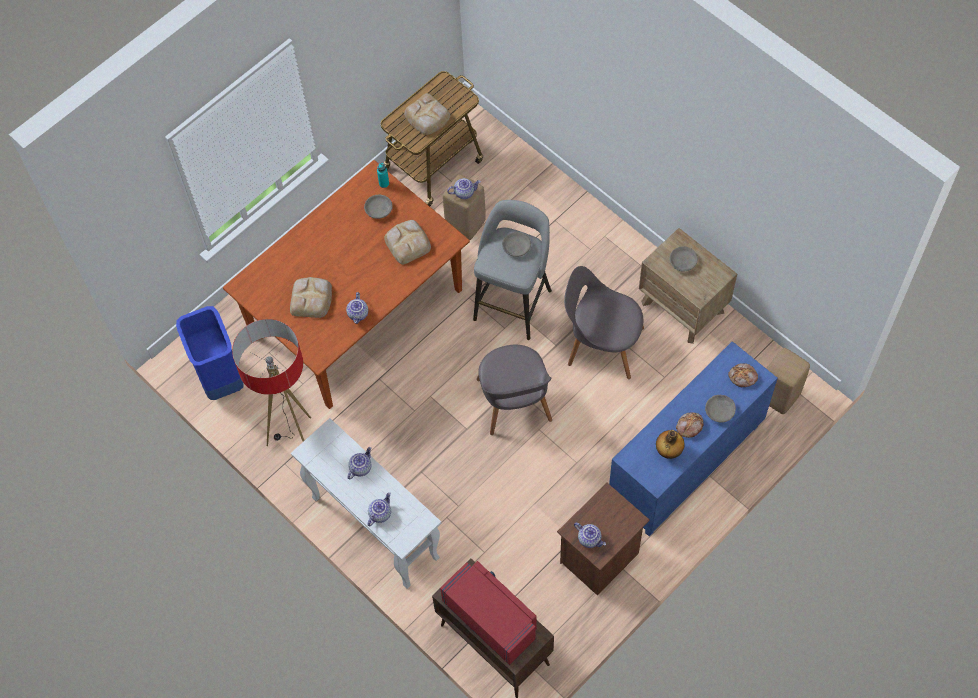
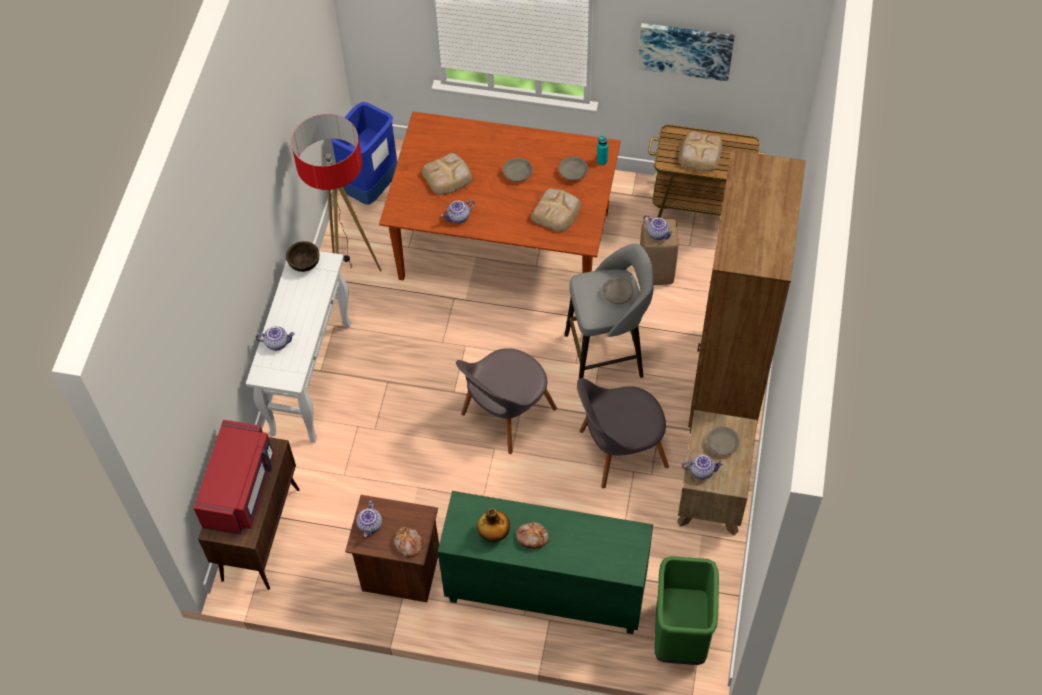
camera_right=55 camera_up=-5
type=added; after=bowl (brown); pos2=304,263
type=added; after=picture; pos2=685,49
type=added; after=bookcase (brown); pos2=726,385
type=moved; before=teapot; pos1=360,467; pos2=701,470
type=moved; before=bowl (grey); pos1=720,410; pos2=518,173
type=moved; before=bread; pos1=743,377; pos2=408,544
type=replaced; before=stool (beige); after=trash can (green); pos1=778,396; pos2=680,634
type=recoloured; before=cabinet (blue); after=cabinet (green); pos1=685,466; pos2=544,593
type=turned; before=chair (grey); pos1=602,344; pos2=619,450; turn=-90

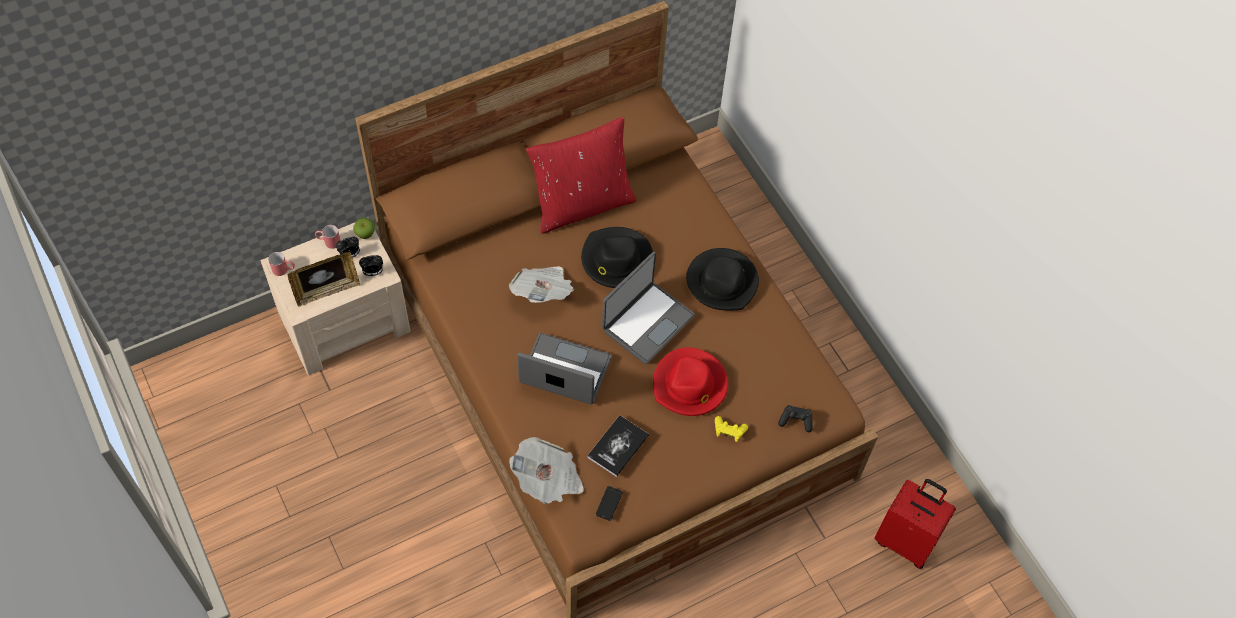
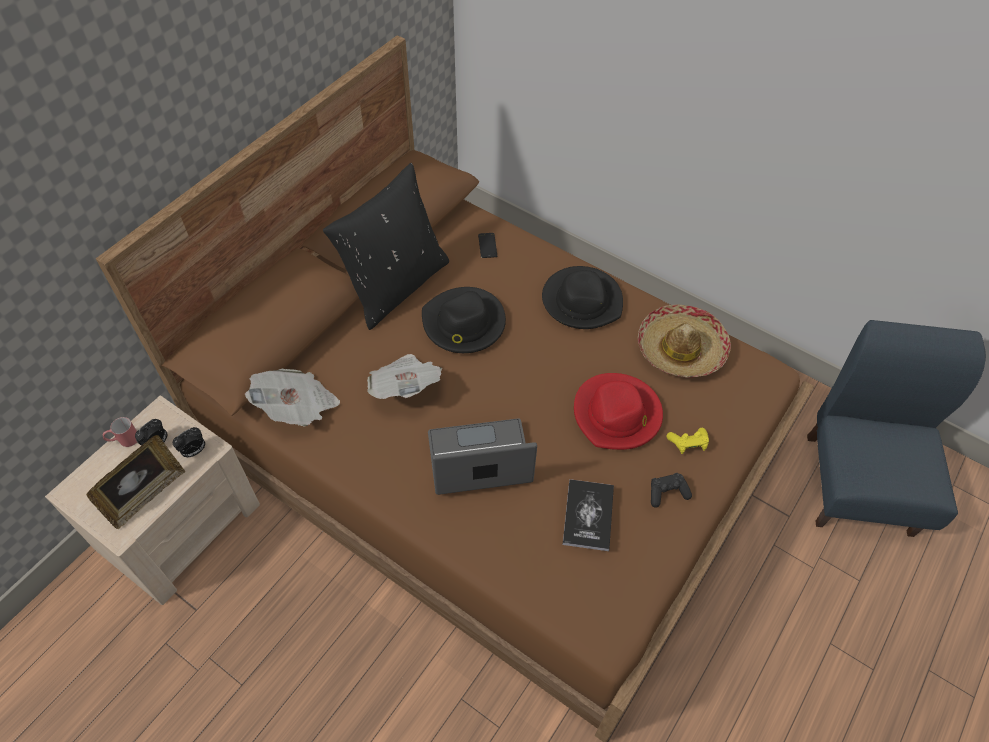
camera_right=-25 camera_up=-5
type=removed; before=mug (red); pos1=284,270
type=removed; before=apple; pos1=365,234
type=removed; before=laptop; pos1=647,322
type=added; after=hat; pos2=680,349
type=moved; before=newspaper; pos1=548,479; pos2=298,407
type=moved; before=phone; pos1=609,503; pos2=487,245
type=moved; before=game controller (black); pos1=795,421; pos2=667,493
type=replaced; before=suitcase (red); after=chair (blue); pos1=905,541; pos2=859,483
type=recoloured; before=pillow (red); after=pillow (black); pos1=582,204; pos2=396,285

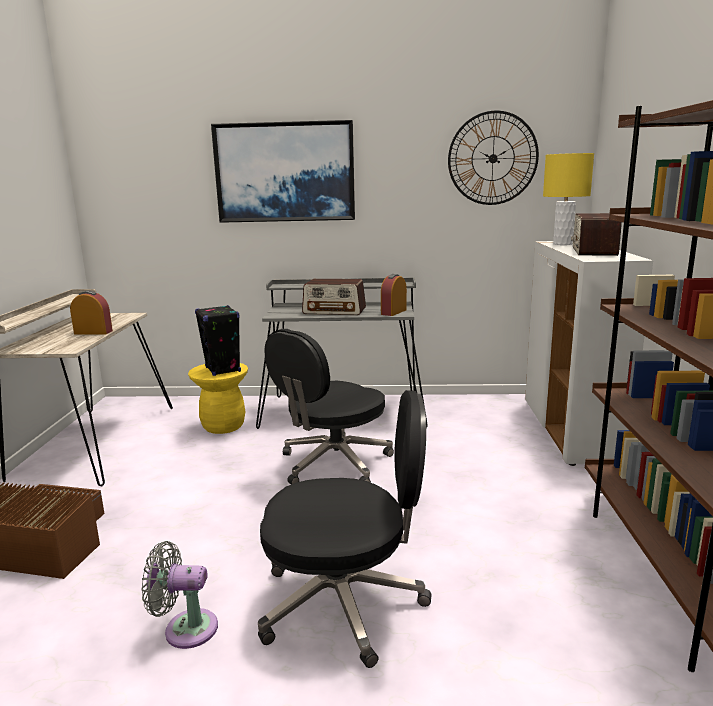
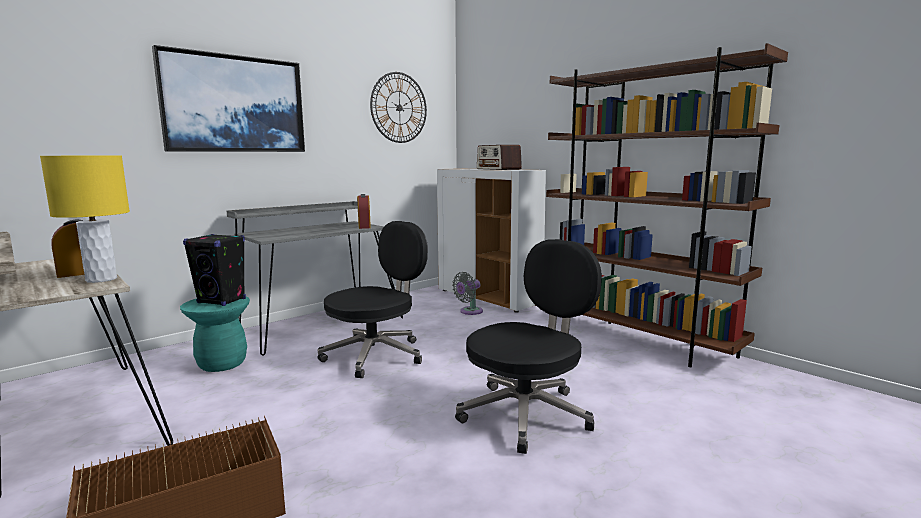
camera_right=-45 camera_up=-5
type=removed; before=radio; pos1=335,311
type=moved; before=fan (grey); pos1=185,629; pos2=469,311
type=moved; before=table lamp (yellow); pos1=562,244; pos2=101,279
type=recoloured; before=stool (yellow); after=stool (turquoise); pos1=223,426; pos2=222,364
type=turned; before=office chair (black); pos1=333,464; pos2=376,355; turn=-135

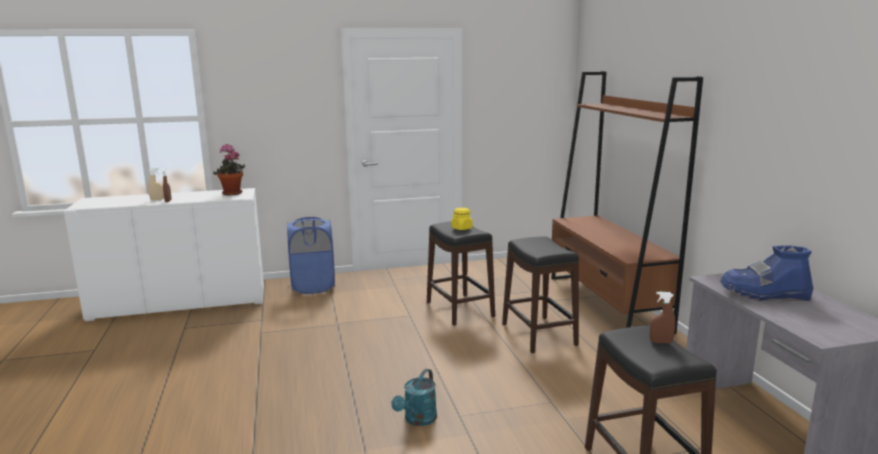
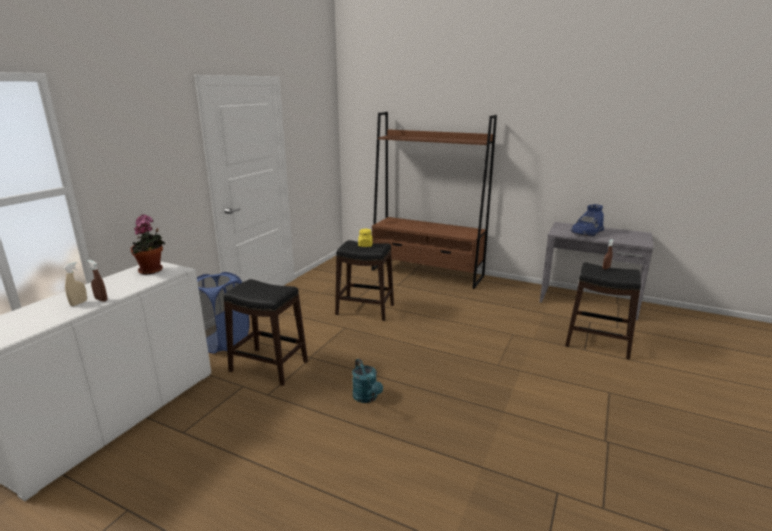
camera_right=-50 camera_up=5
type=moved; before=watering can (turquoise); pos1=417,420; pos2=367,398
type=moved; before=stool (black); pos1=538,334; pos2=268,366

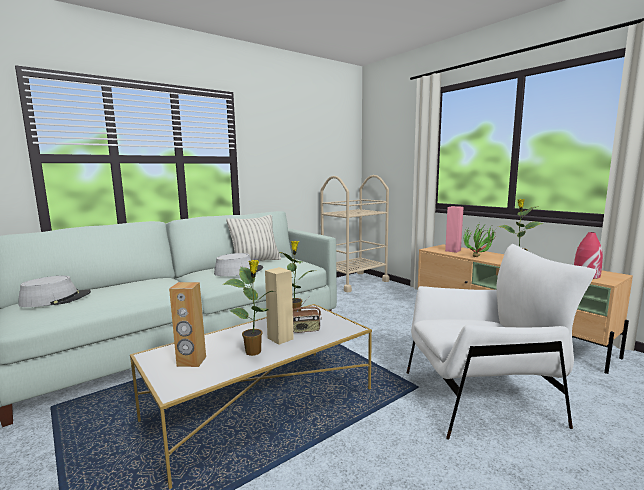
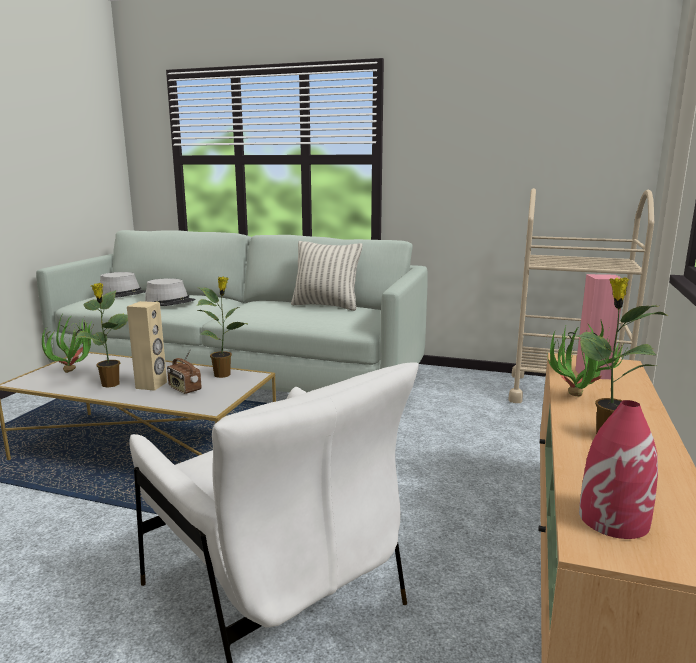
camera_right=55 camera_up=5
type=moved; before=hat (grey); pos1=238,271; pos2=170,301
type=replaced; before=speaker (brown); after=potted plant; pos1=191,361; pos2=76,371

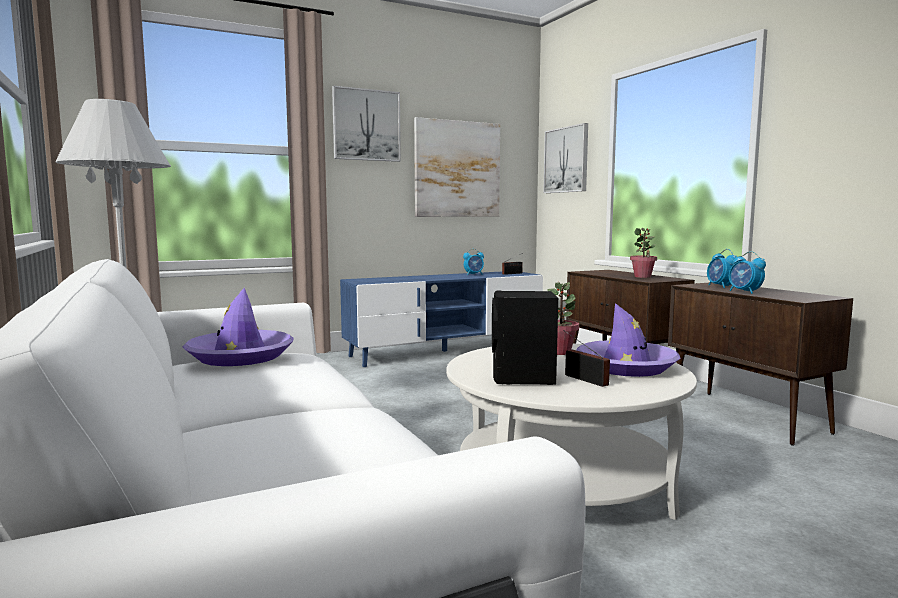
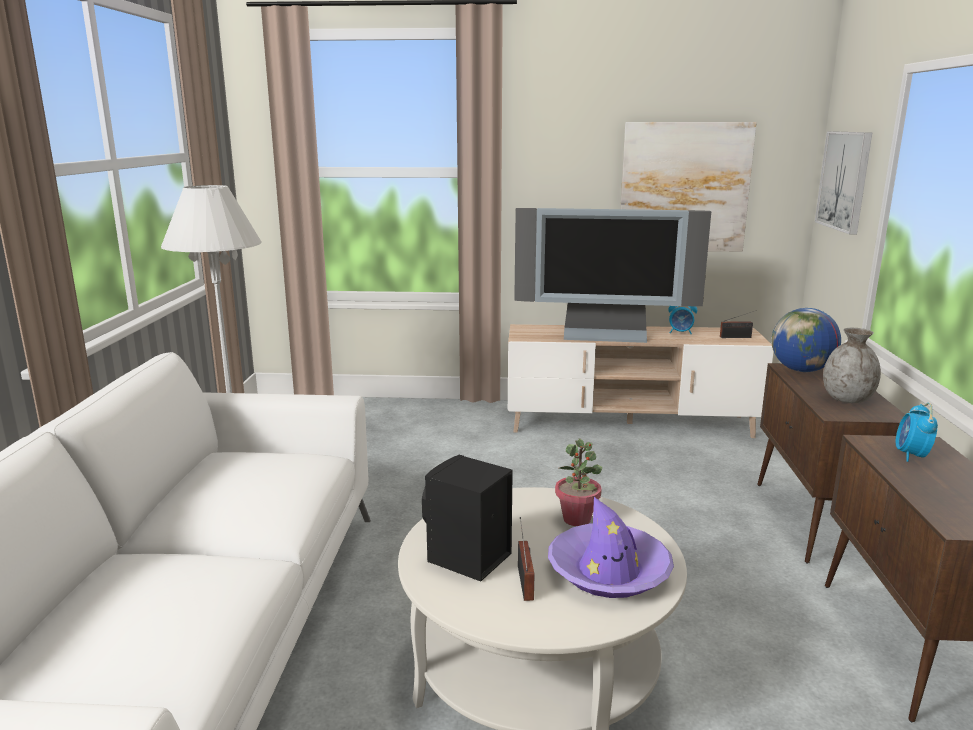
camera_right=30 camera_up=10
type=removed; before=hat (purple); pos1=240,356
type=removed; before=picture; pos1=366,125
type=removed; before=alarm clock; pos1=744,292
type=added; after=television; pos2=605,335
type=added; after=globe; pos2=801,370
type=replaced; before=potted plant; after=vase (grey); pos1=642,277; pos2=847,399
type=recoloured; before=tv stand (blue); after=tv stand (beige); pos1=445,351; pos2=629,424

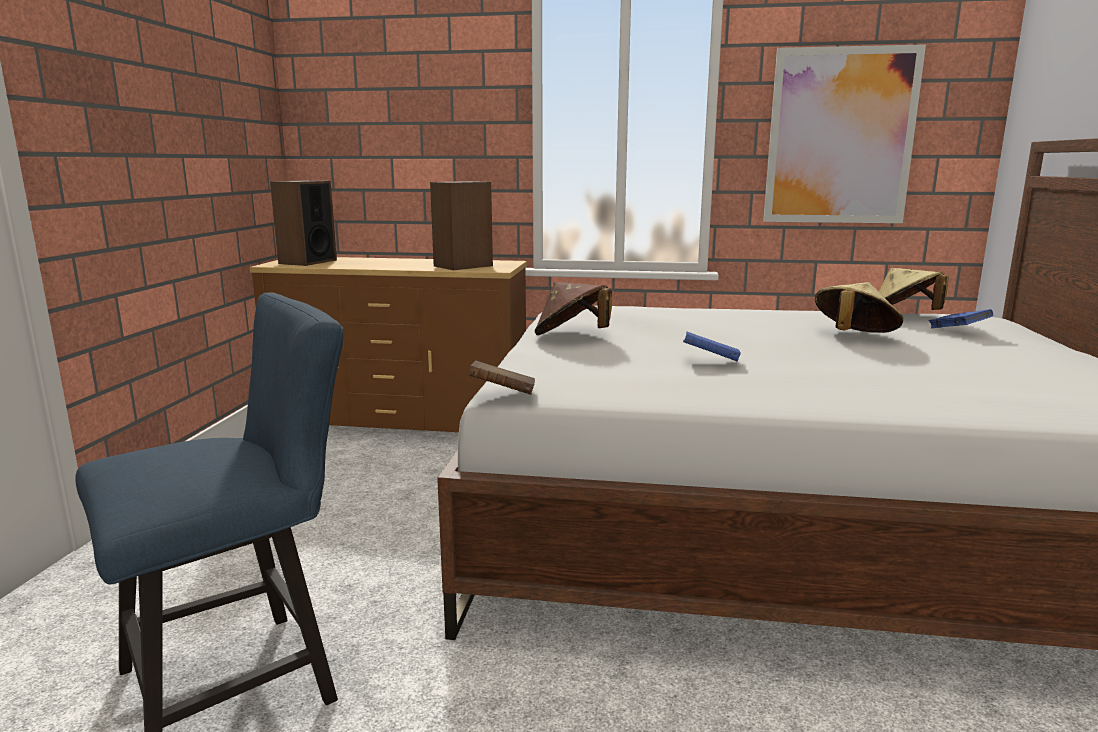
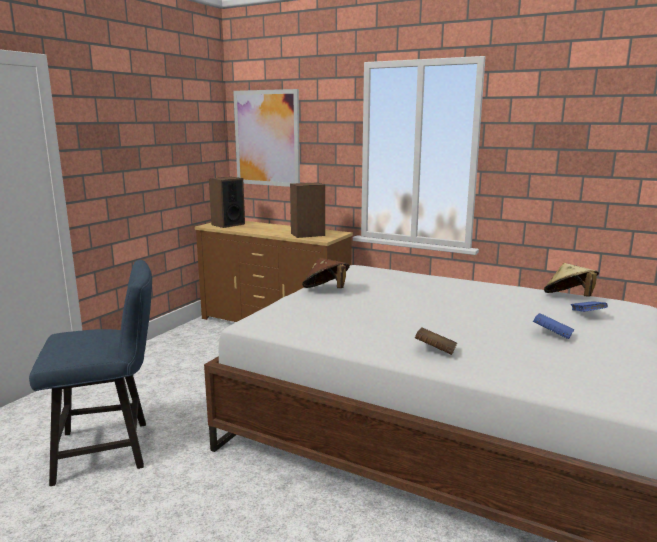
camera_right=20 camera_up=0
type=removed; before=hat (beige); pos1=853,337
type=moved; before=book (brown); pos1=502,395; pos2=435,351
type=moved; before=book (blue); pos1=710,361; pos2=552,335
type=moved; before=picture; pos1=840,137; pos2=267,138

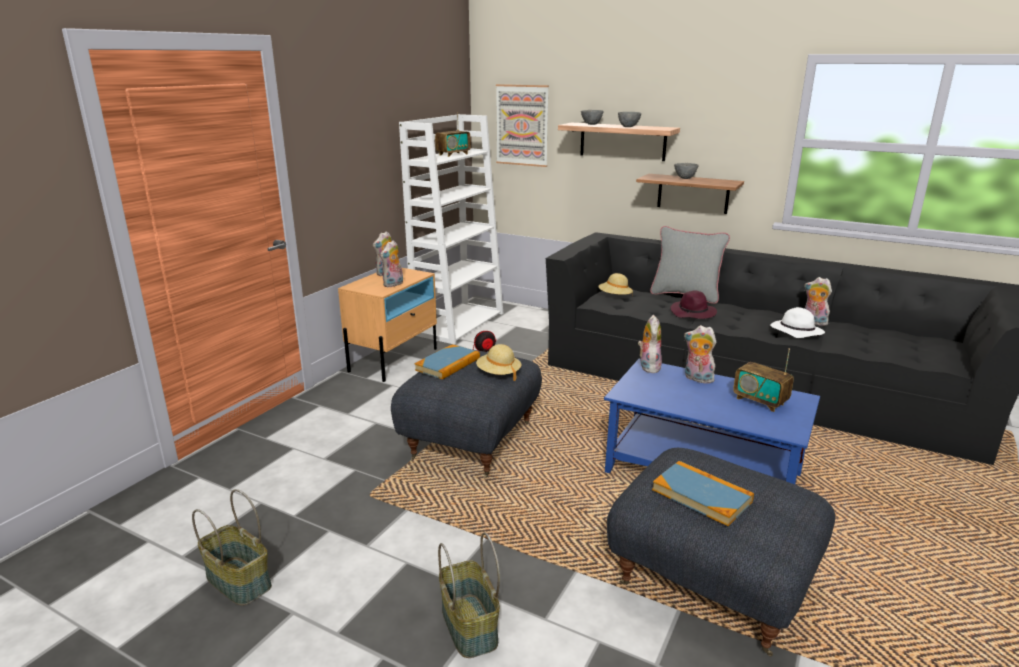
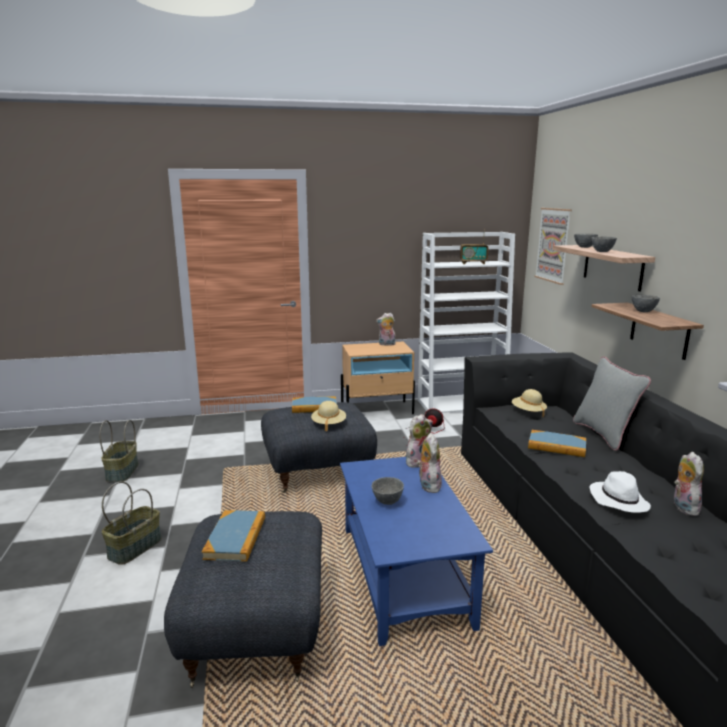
camera_right=50 camera_up=-5
type=removed; before=plush toy; pos1=393,284
type=removed; before=radio; pos1=760,401
type=added; after=bowl (grey); pos2=388,502
type=replaced; before=hat (purple); after=book; pos1=693,313; pos2=556,446

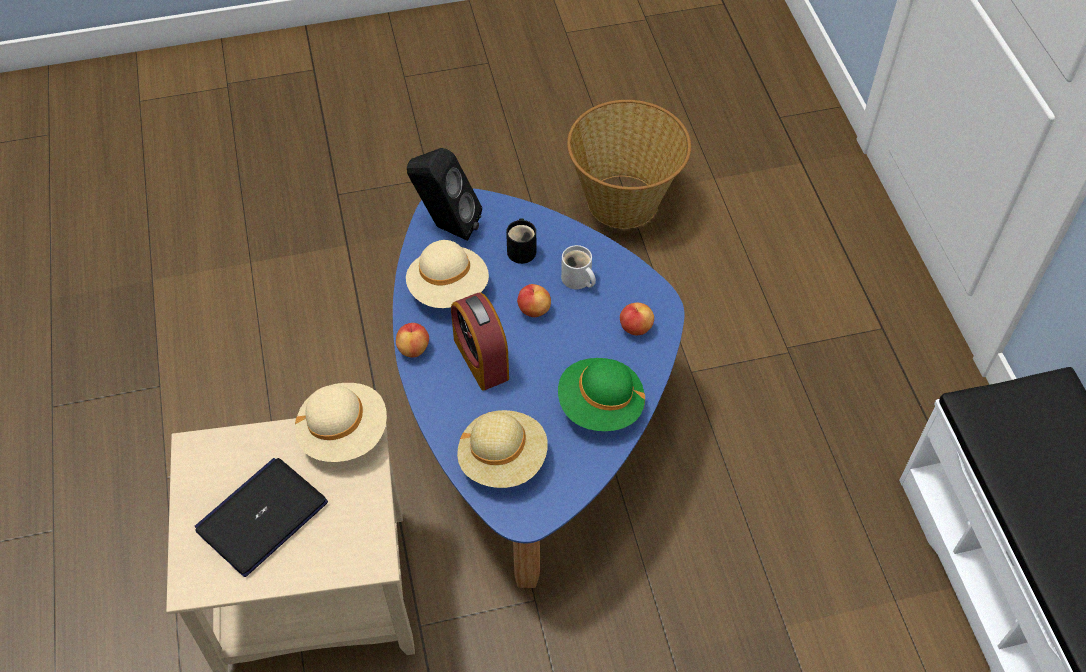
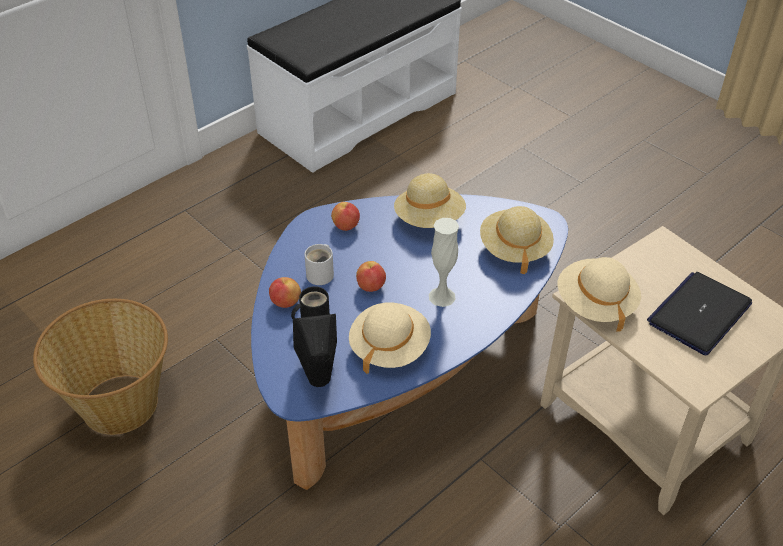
camera_right=-120 camera_up=-10
type=moved; before=apple; pos1=413,349; pos2=285,302
type=replaced; before=alarm clock; after=vase (white); pos1=481,359; pos2=442,296
type=recoloured; before=hat (green); after=hat (beige); pos1=600,406; pos2=429,219
type=turned; before=laptop; pos1=262,516; pos2=699,313; turn=120

